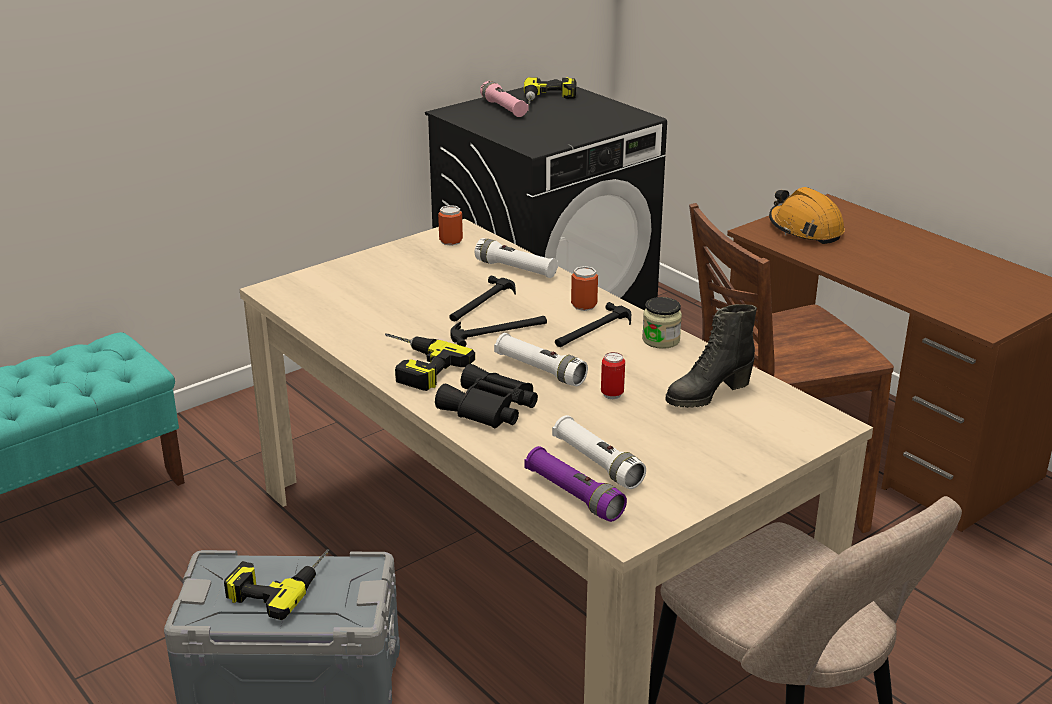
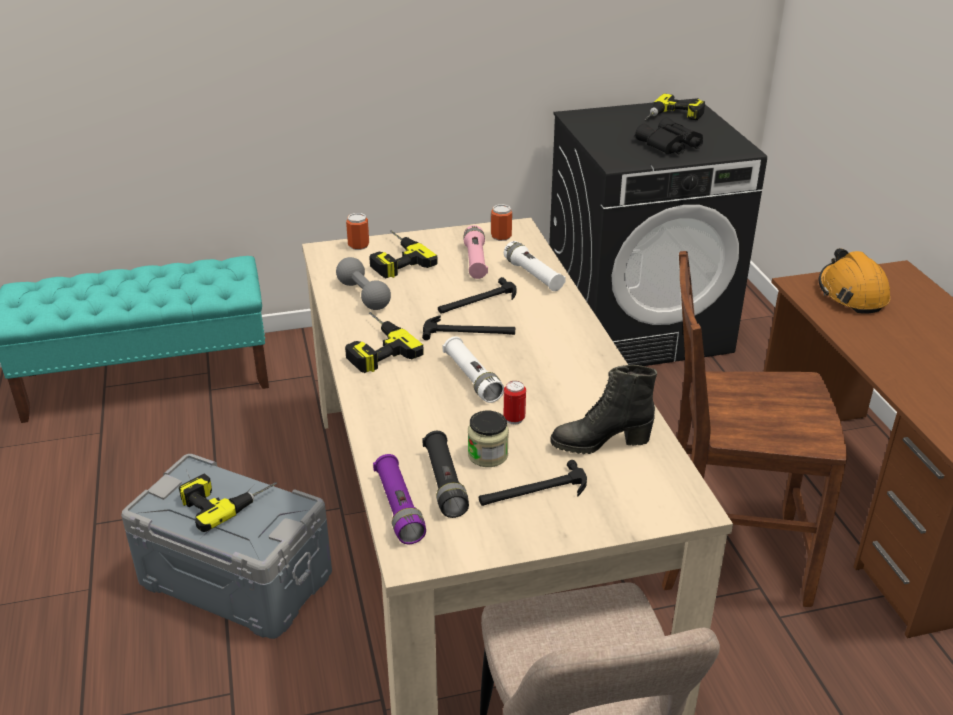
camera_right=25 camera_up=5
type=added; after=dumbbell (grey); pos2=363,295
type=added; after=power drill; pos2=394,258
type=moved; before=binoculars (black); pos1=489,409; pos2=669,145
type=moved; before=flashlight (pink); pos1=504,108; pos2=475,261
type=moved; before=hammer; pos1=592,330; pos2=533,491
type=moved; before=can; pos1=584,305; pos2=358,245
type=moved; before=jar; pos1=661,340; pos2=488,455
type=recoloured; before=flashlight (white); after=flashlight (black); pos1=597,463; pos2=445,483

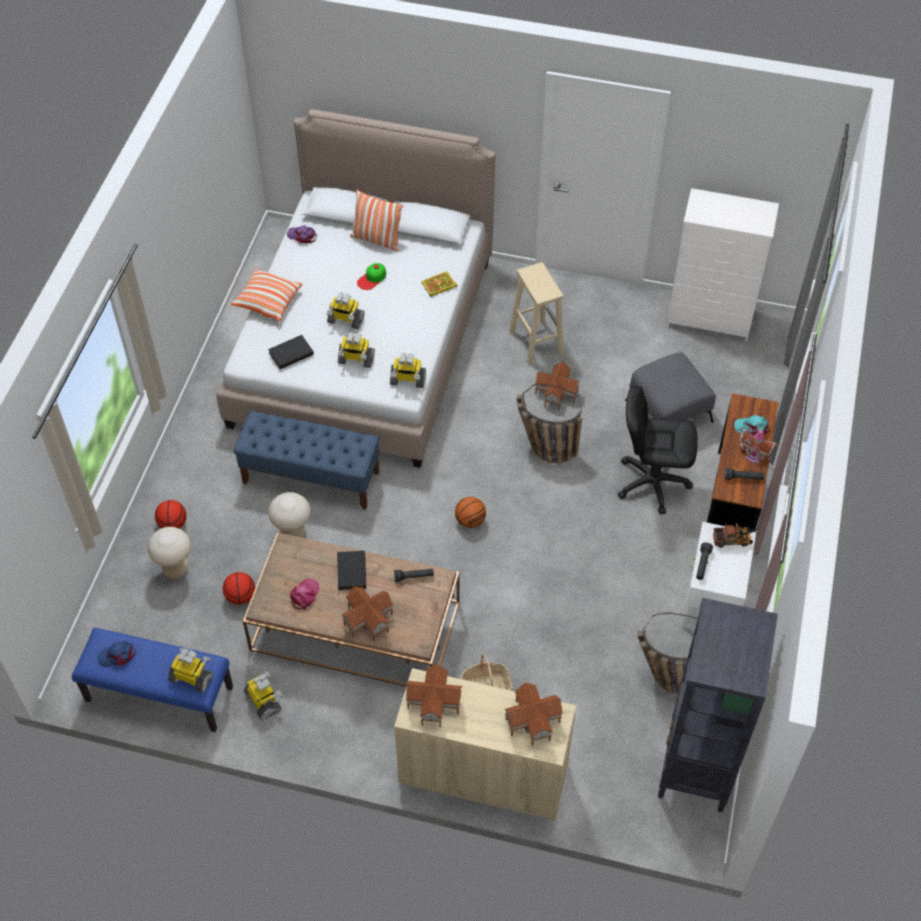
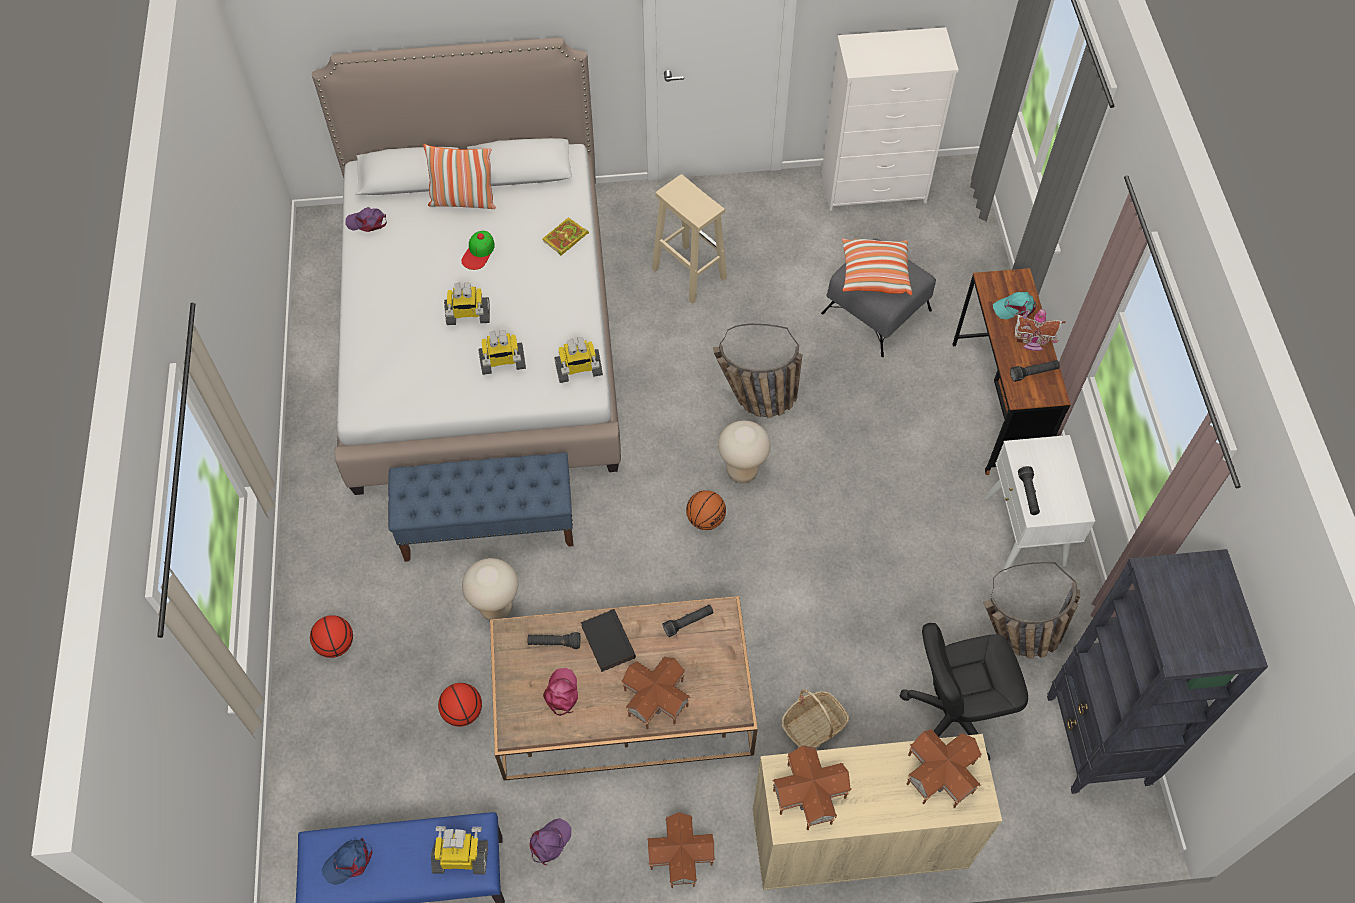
camera_right=-20 camera_up=5
type=removed; before=book (black); pos1=291,353
type=removed; before=toy truck; pos1=734,540
type=added; after=flashlight (black); pos2=554,643
type=moved; before=stool (beige); pos1=176,569; pos2=742,471
type=moved; before=pillow; pos1=268,301; pos2=874,274
type=moved; before=toy house; pos1=556,394; pos2=681,857
type=moved; before=office chair (black); pos1=652,482; pos2=952,715
type=replaced; before=toy robot; after=cap (purple); pos1=264,701; pos2=550,842

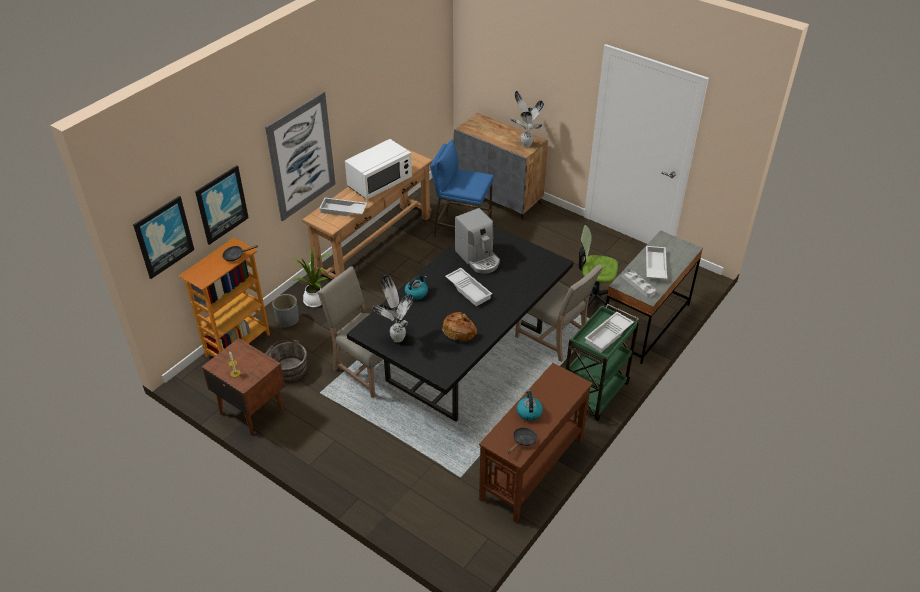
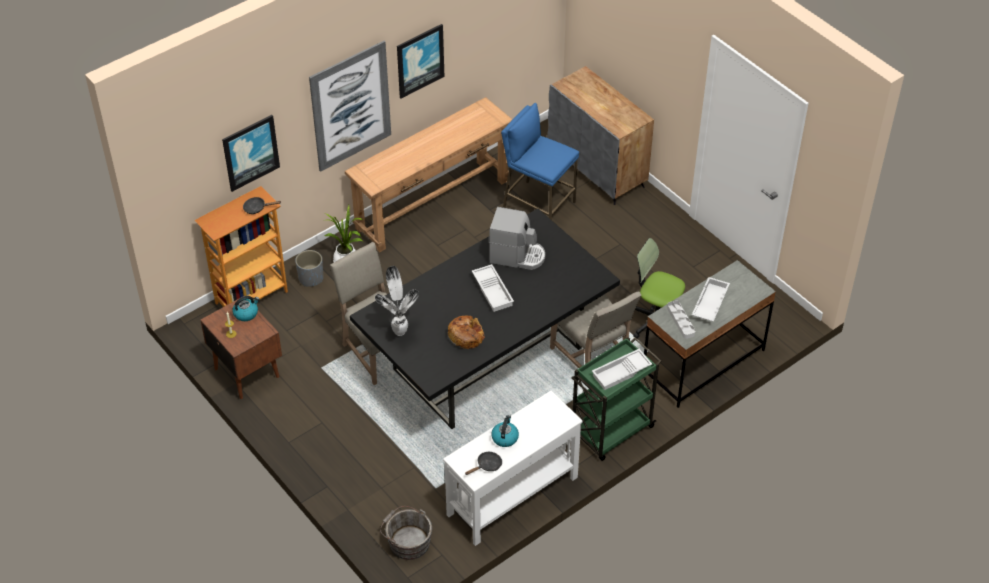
camera_right=15 camera_up=5
type=removed; before=tray (white); pos1=343,210
type=removed; before=microwave (white); pos1=379,183
type=removed; before=potted plant; pos1=525,144
type=moved; before=picture; pos1=163,236; pos2=419,60
type=moved; before=bucket (grey); pos1=287,369; pos2=407,541
type=moved; before=kettle; pos1=416,293; pos2=246,313
type=recoloured; before=console table (brown); after=console table (white); pos1=531,469; pos2=511,496
type=turned; before=coffee machine; pos1=478,258; pos2=517,256; turn=-60

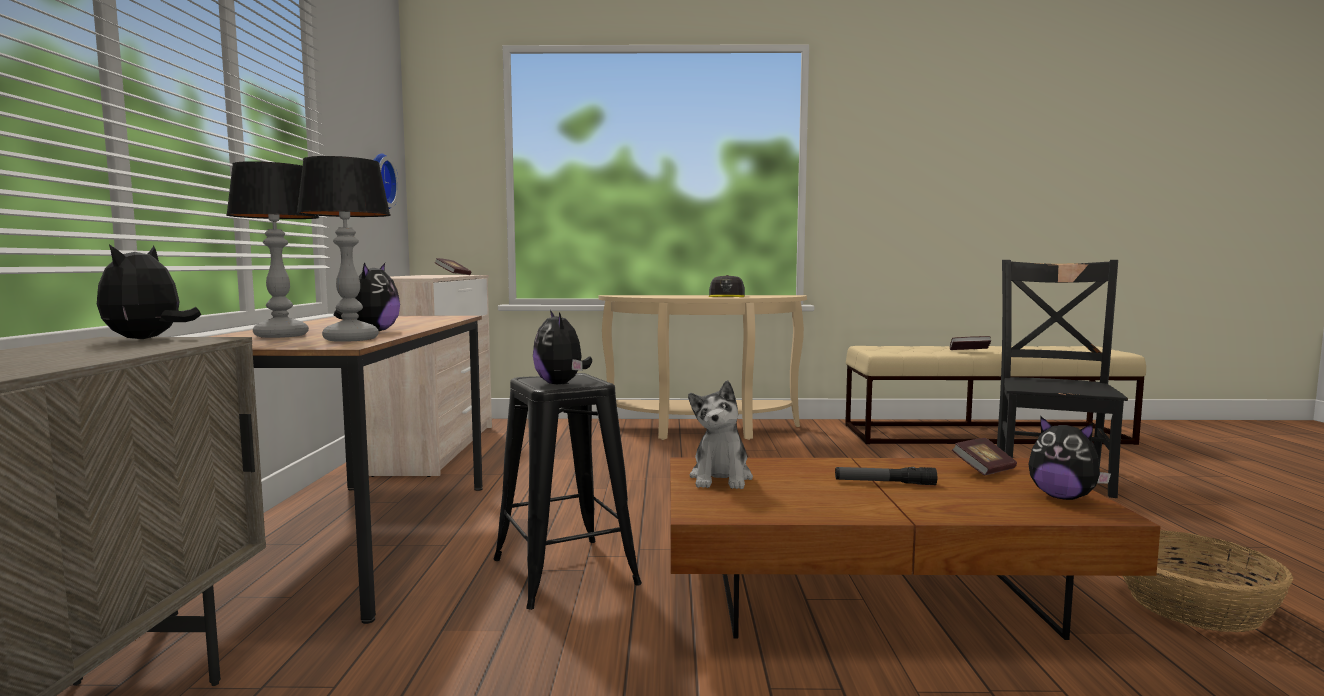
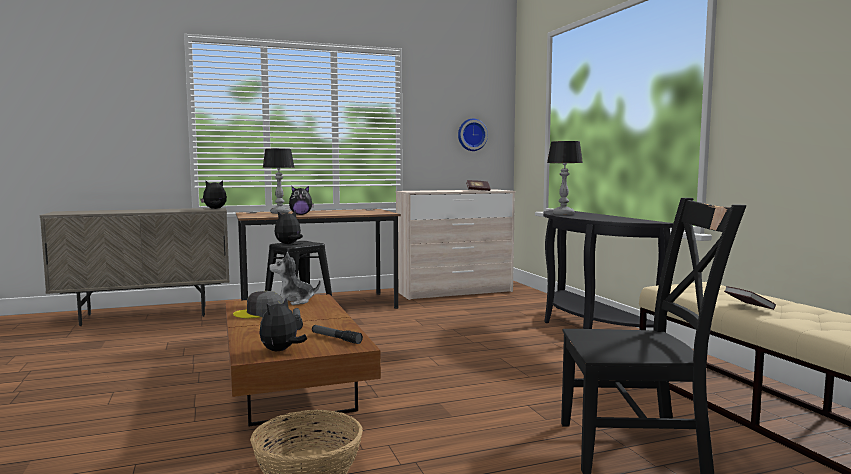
camera_right=70 camera_up=0
type=moved; before=table lamp; pos1=351,339; pos2=563,214
type=moved; before=cap (grey); pos1=727,296; pos2=260,313
type=replaced; before=book; after=flashlight; pos1=984,470; pos2=336,338
type=recoloured; before=console table (beige); after=console table (black); pos1=702,432; pos2=586,328

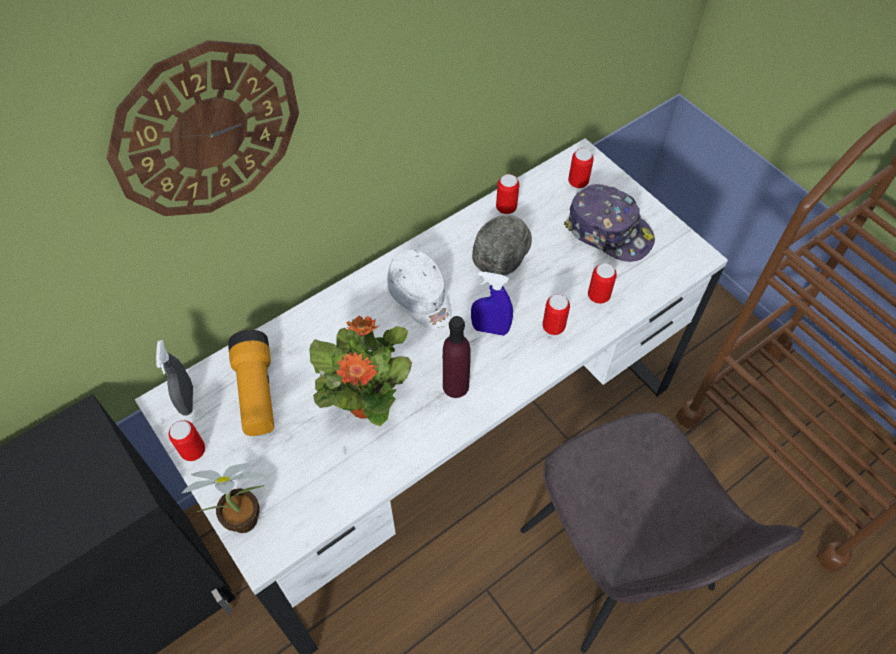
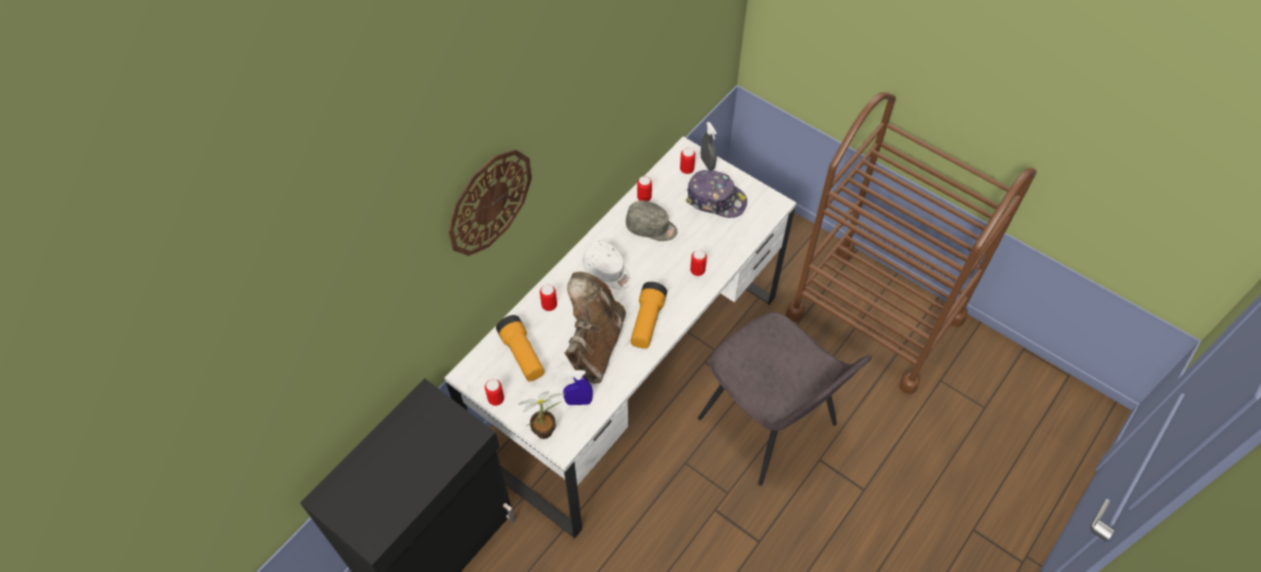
camera_right=-15 camera_up=0
type=moved; before=spray bottle (grey); pos1=187,400; pos2=707,163
type=moved; before=spray bottle (blue); pos1=490,329; pos2=578,401
type=moved; before=can; pos1=598,296; pos2=549,305
type=replaced; before=potted plant; after=boot (brown); pos1=366,402; pos2=594,344
type=replaced; before=bottle (purple); after=flashlight; pos1=455,386; pos2=647,321
type=turned; before=cap (grey); pos1=504,251; pos2=651,228; turn=90

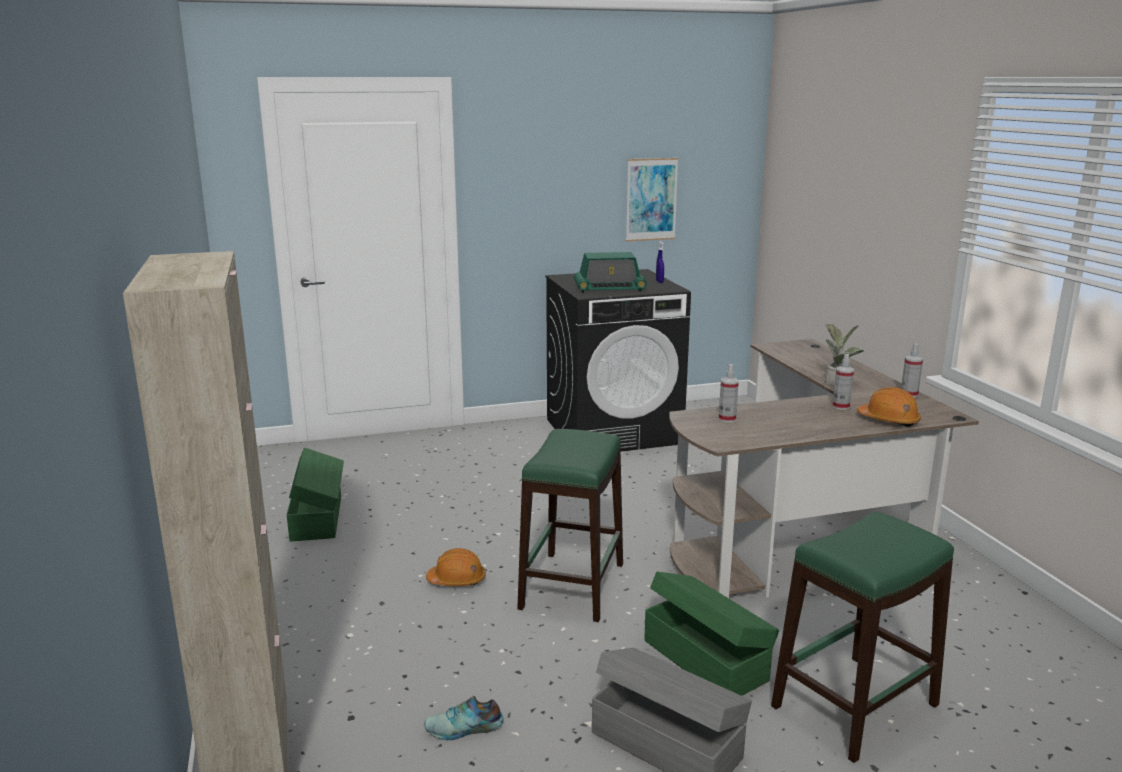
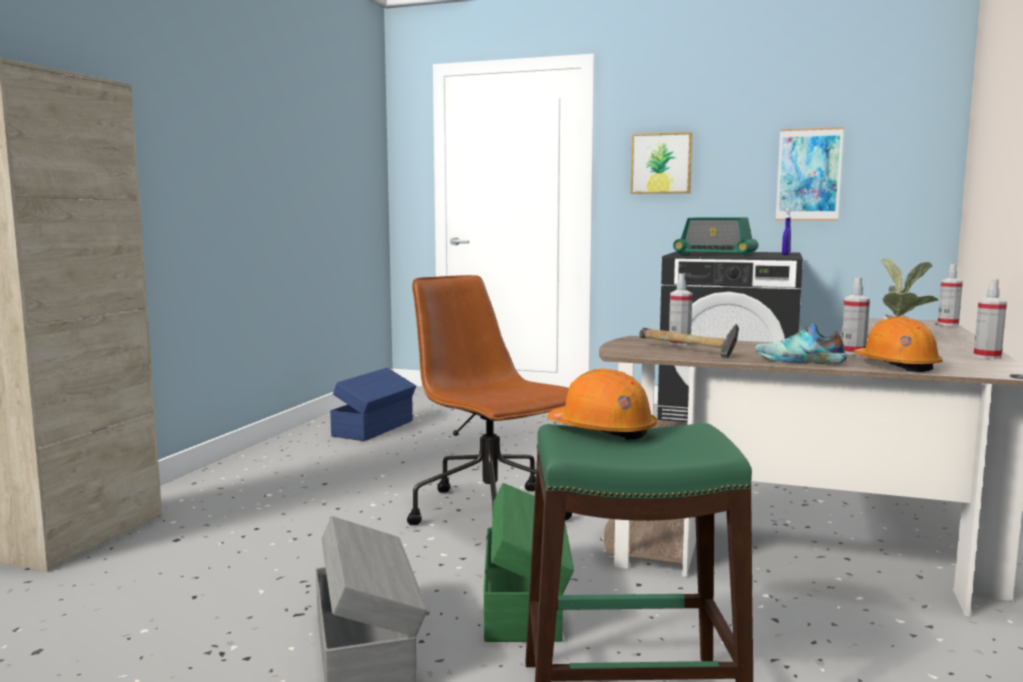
camera_right=35 camera_up=-10
type=added; after=picture; pos2=661,163
type=added; after=hammer; pos2=688,351
type=added; after=spray bottle; pos2=948,324
type=moved; before=shoe; pos1=464,729; pos2=799,360
type=moved; before=hard hat (orange); pos1=457,580; pos2=602,431
type=replaced; before=stool (green); after=office chair (brown); pos1=571,586; pos2=492,513
type=recoloured; before=storage box (green); after=storage box (blue); pos1=318,517; pos2=375,428

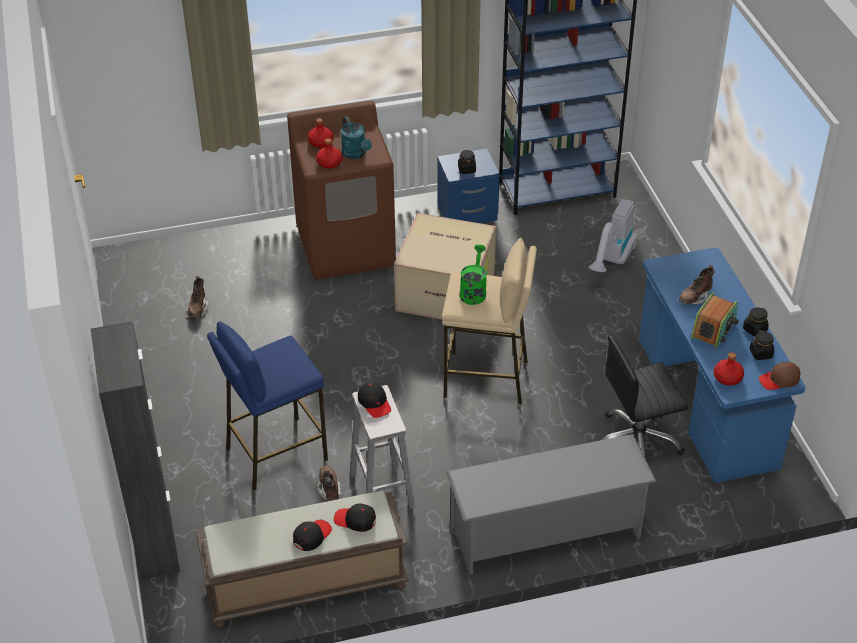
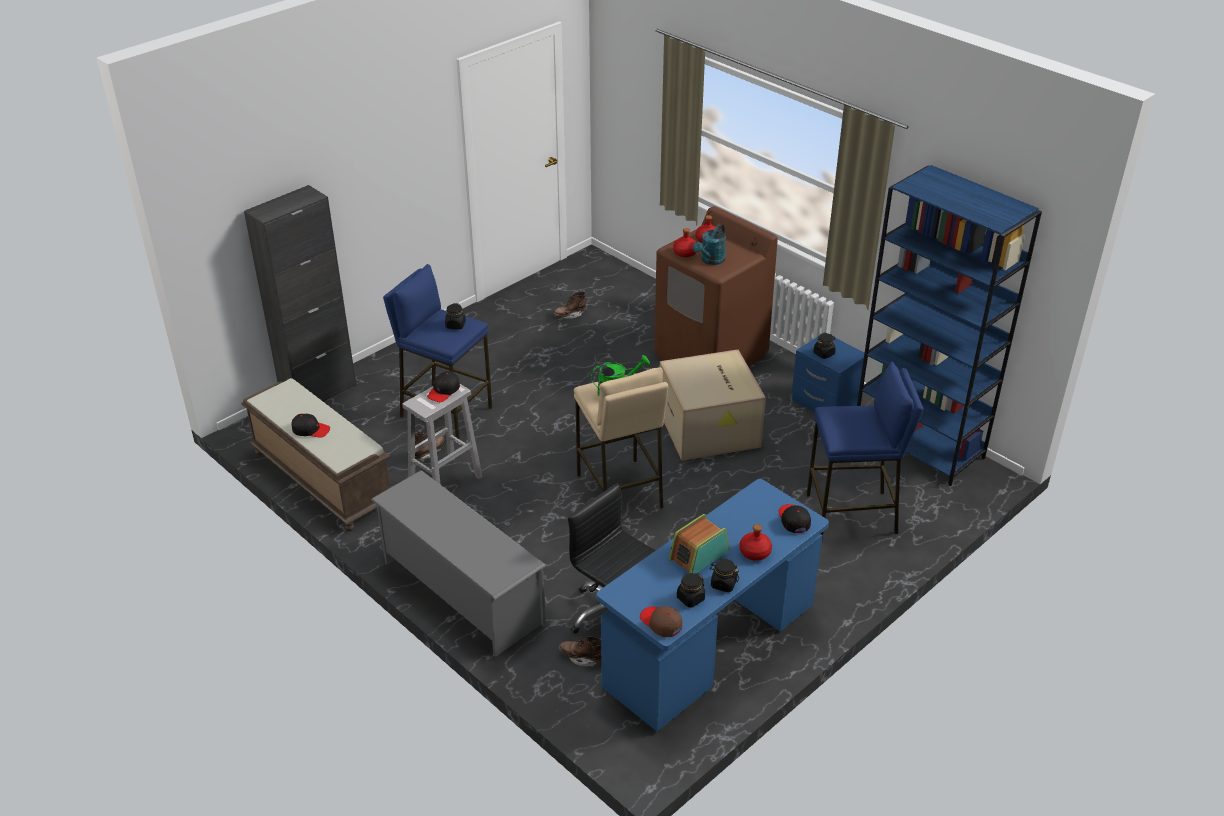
camera_right=60 camera_up=-5
type=added; after=jar (black); pos2=455,325
type=moved; before=cap (black); pos1=355,520; pos2=793,520
type=moved; before=boot (brown); pos1=695,297; pos2=583,657
type=moved; before=bottle (red); pos1=727,378; pos2=754,552
type=replaced; before=vacuum cleaner; after=stool (blue); pos1=612,261; pos2=852,515
type=turned; before=radio; pos1=714,329; pos2=698,555; turn=135

